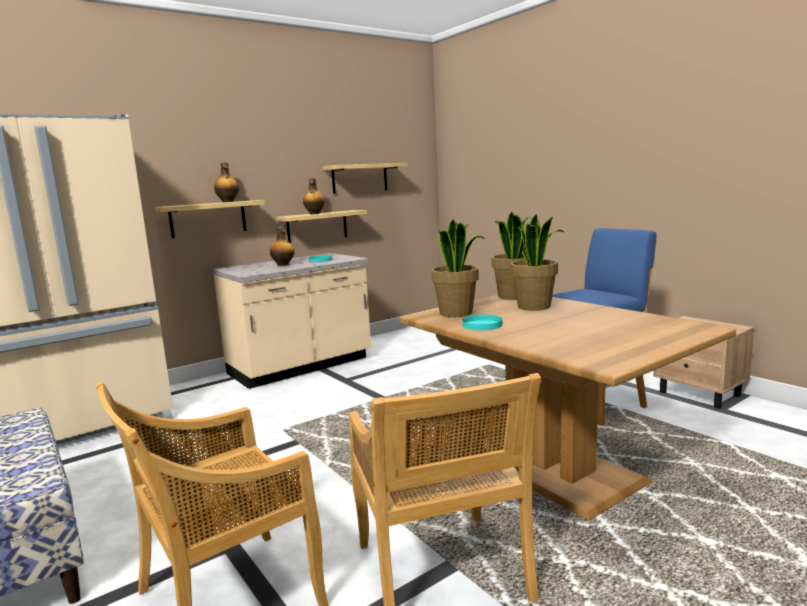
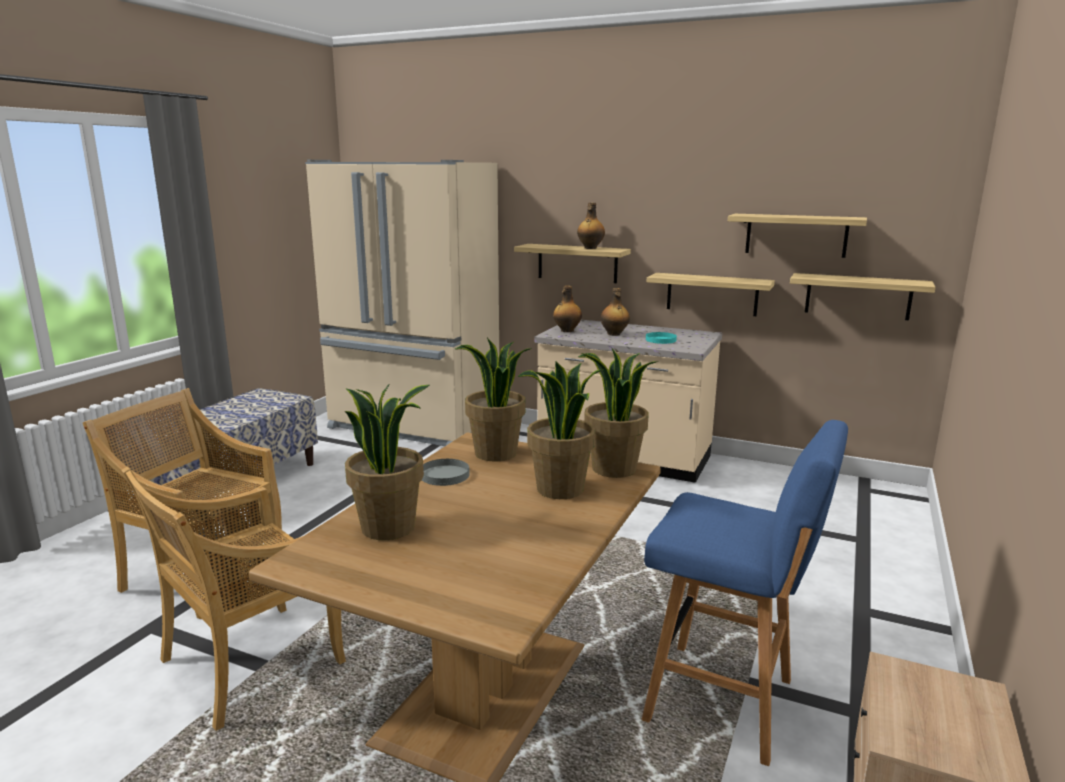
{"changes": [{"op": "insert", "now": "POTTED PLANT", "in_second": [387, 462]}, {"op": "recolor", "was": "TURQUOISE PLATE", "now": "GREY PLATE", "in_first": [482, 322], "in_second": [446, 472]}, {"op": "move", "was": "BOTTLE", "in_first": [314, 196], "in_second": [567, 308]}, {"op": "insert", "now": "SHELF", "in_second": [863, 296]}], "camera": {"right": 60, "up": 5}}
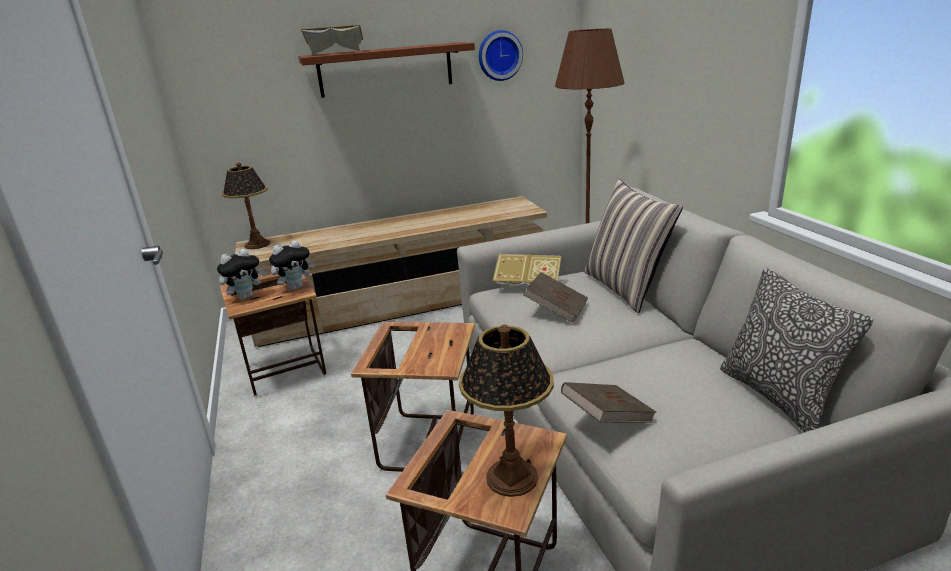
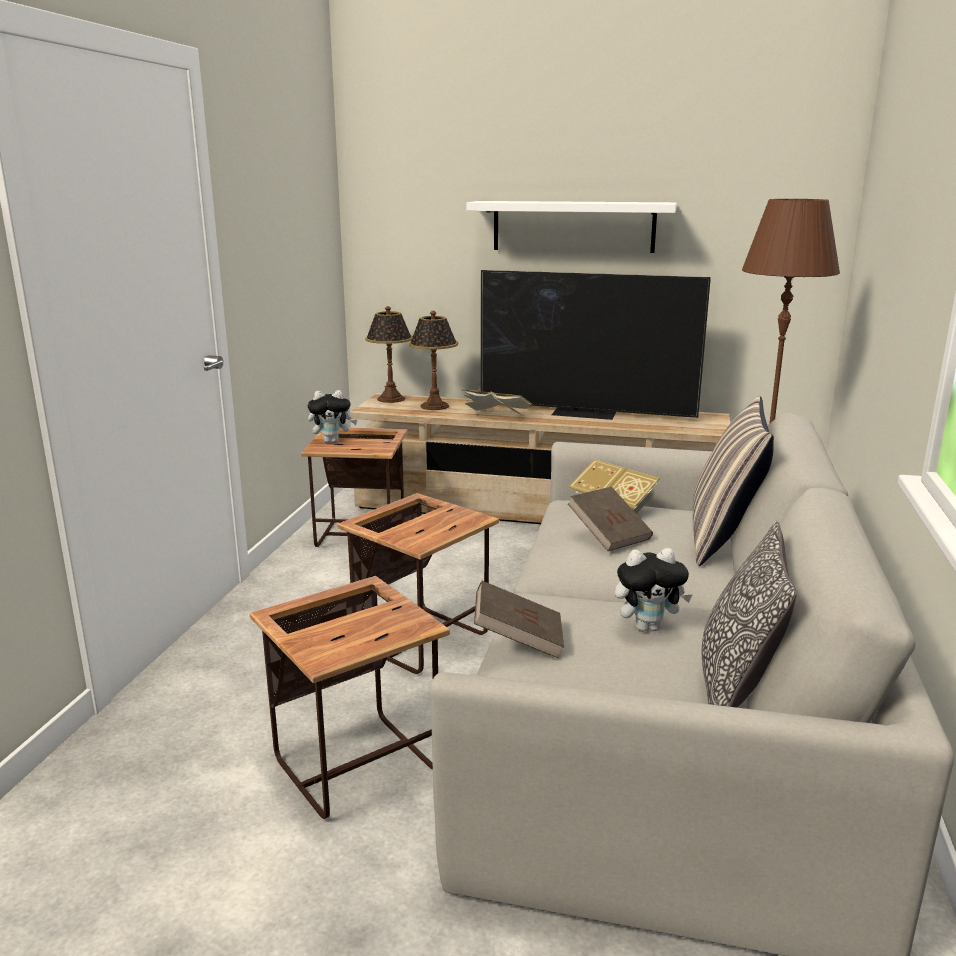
{"changes": [{"op": "move", "was": "TABLE LAMP", "in_first": [506, 410], "in_second": [433, 360]}, {"op": "move", "was": "BOOK", "in_first": [332, 39], "in_second": [497, 402]}, {"op": "recolor", "was": "BROWN SHELF", "now": "WHITE SHELF", "in_first": [386, 70], "in_second": [571, 227]}, {"op": "insert", "now": "TELEVISION", "in_second": [596, 345]}, {"op": "move", "was": "PLUSH TOY", "in_first": [292, 265], "in_second": [653, 589]}, {"op": "delete", "was": "WALL CLOCK", "in_first": [501, 55]}], "camera": {"right": 30, "up": -5}}
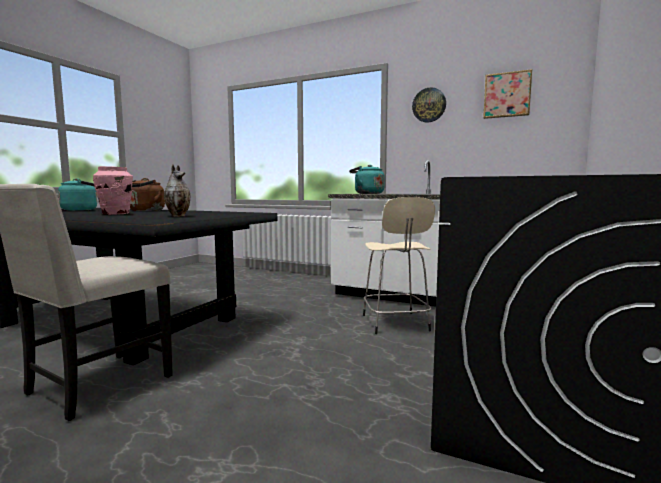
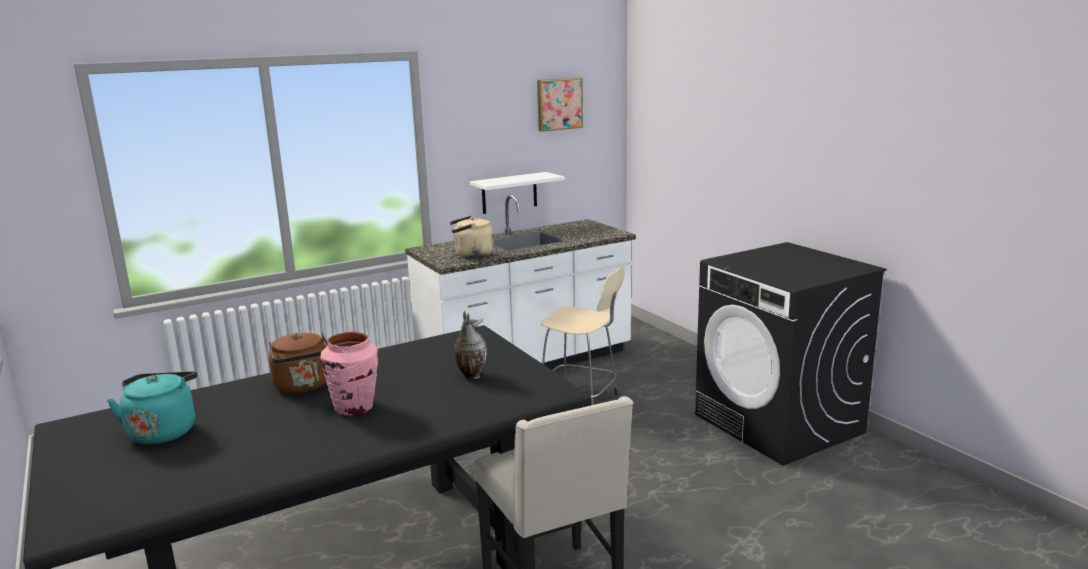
{"changes": [{"op": "recolor", "was": "TURQUOISE KETTLE", "now": "BEIGE KETTLE", "in_first": [367, 179], "in_second": [472, 237]}, {"op": "insert", "now": "WHITE SHELF", "in_second": [517, 193]}, {"op": "delete", "was": "WALL CLOCK", "in_first": [429, 105]}], "camera": {"right": -55, "up": 10}}
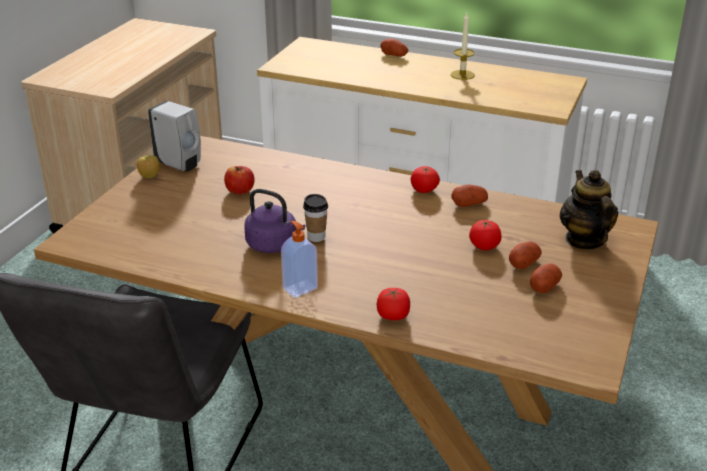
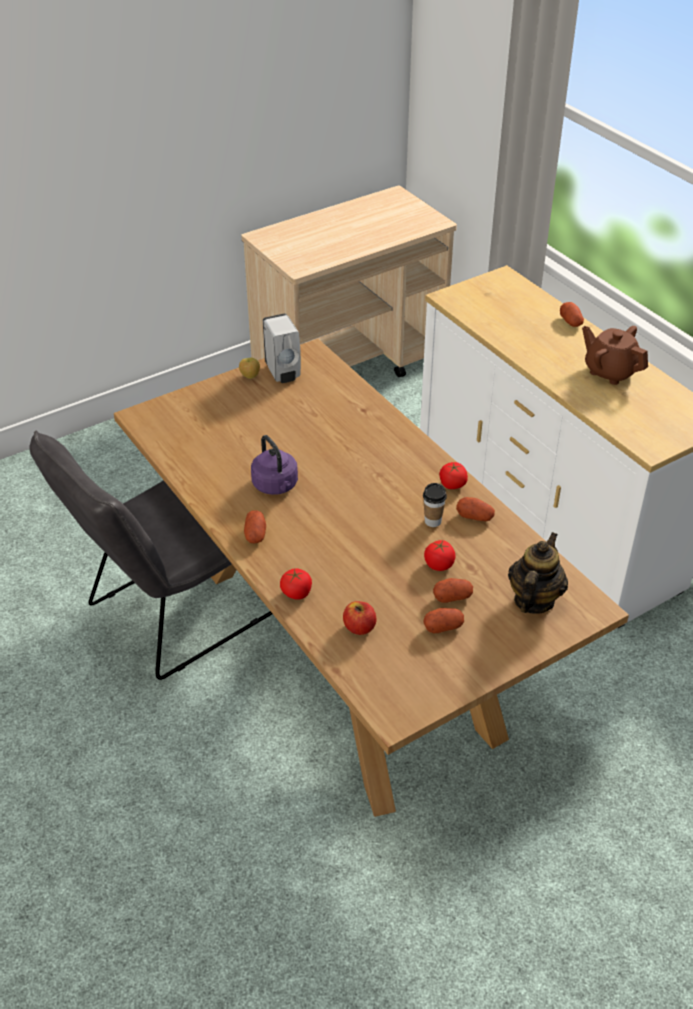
{"changes": [{"op": "replace", "was": "SOAP DISPENSER", "now": "POTATO", "in_first": [299, 259], "in_second": [255, 527]}, {"op": "move", "was": "APPLE", "in_first": [239, 180], "in_second": [360, 618]}, {"op": "move", "was": "CUP", "in_first": [315, 218], "in_second": [435, 505]}, {"op": "replace", "was": "CANDLE", "now": "BROWN TEAPOT", "in_first": [463, 46], "in_second": [615, 355]}], "camera": {"right": 35, "up": 10}}
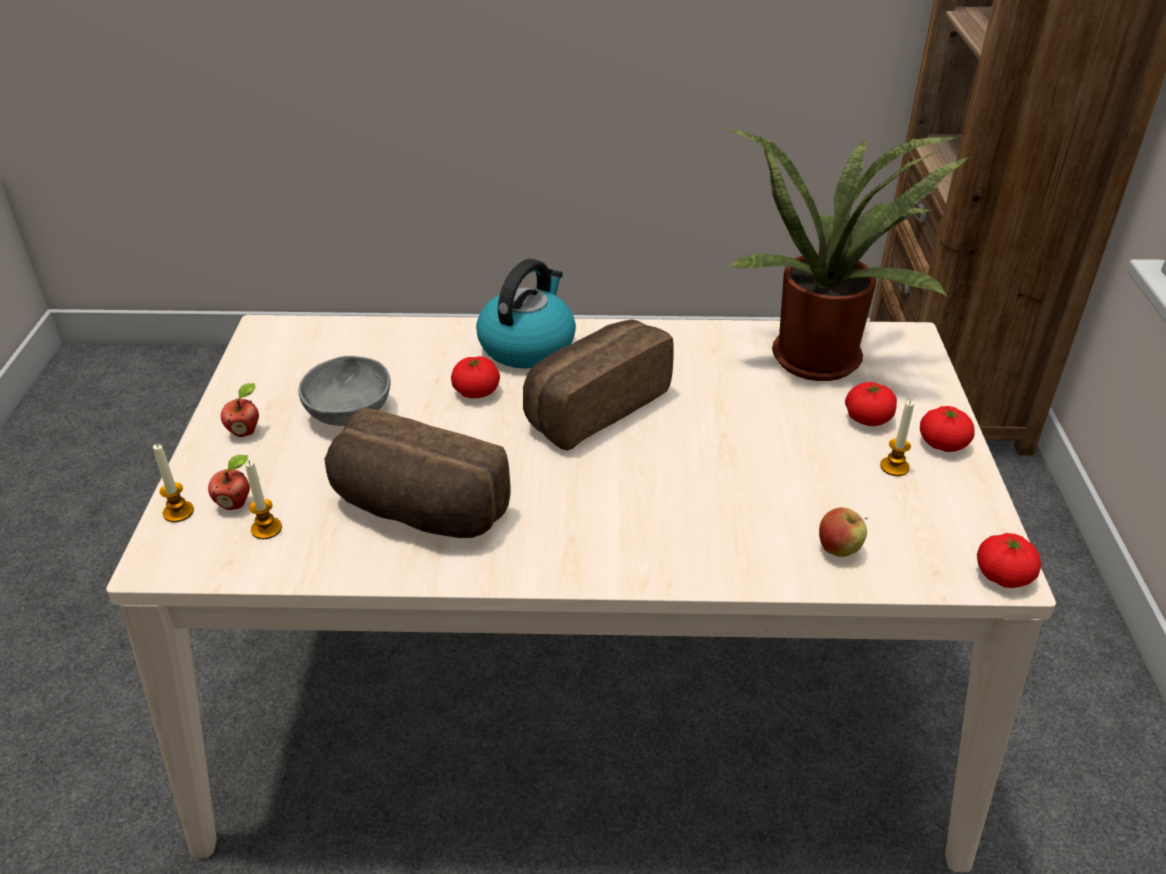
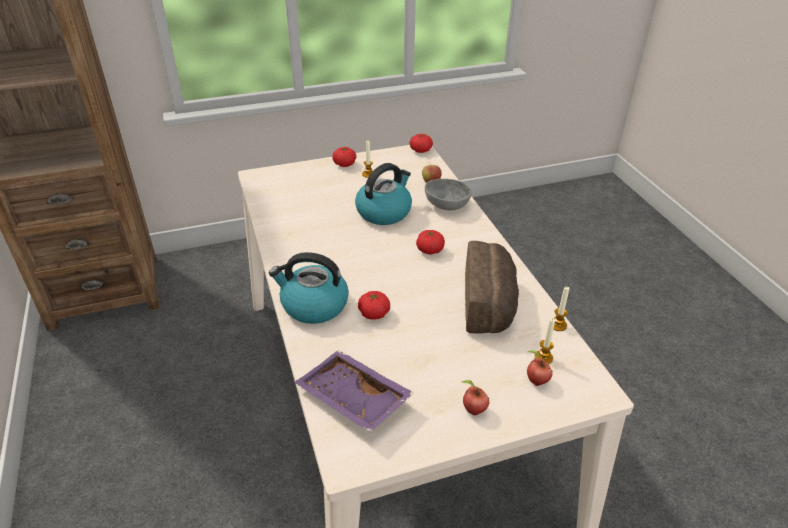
{"changes": [{"op": "insert", "now": "PURPLE TRAY", "in_second": [354, 391]}, {"op": "insert", "now": "KETTLE", "in_second": [383, 194]}, {"op": "move", "was": "TOMATO", "in_first": [871, 404], "in_second": [430, 242]}, {"op": "move", "was": "GREY BOWL", "in_first": [344, 391], "in_second": [448, 194]}, {"op": "move", "was": "CANDLE", "in_first": [173, 483], "in_second": [561, 309]}, {"op": "delete", "was": "BREAD", "in_first": [598, 385]}, {"op": "delete", "was": "POTTED PLANT", "in_first": [847, 254]}], "camera": {"right": -110, "up": 0}}
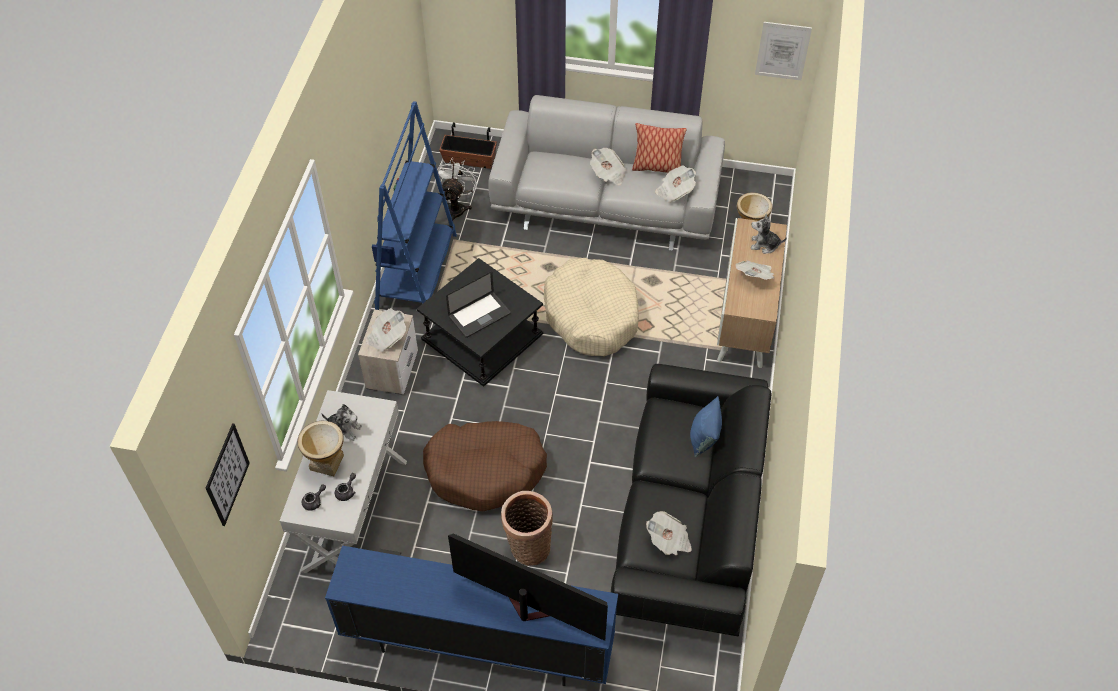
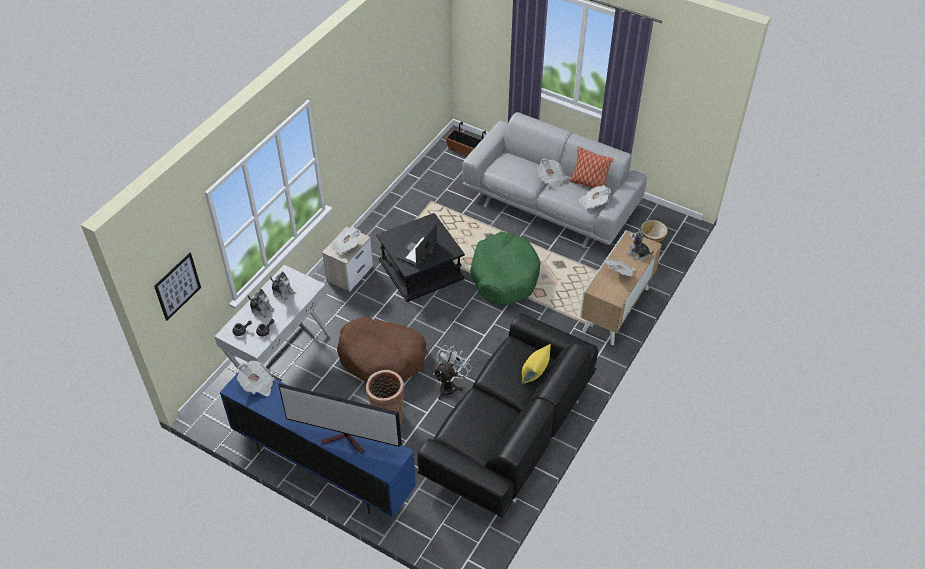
{"changes": [{"op": "move", "was": "NEWSPAPER", "in_first": [669, 533], "in_second": [256, 378]}, {"op": "replace", "was": "VASE", "now": "PLUSH TOY", "in_first": [321, 448], "in_second": [260, 303]}, {"op": "rotate", "was": "TELEVISION", "in_first": [528, 587], "in_second": [340, 418], "clockwise": 150}, {"op": "rotate", "was": "LAPTOP", "in_first": [478, 305], "in_second": [416, 245], "clockwise": 135}, {"op": "move", "was": "WHITE FAN", "in_first": [458, 189], "in_second": [452, 372]}, {"op": "recolor", "was": "BEIGE DOG BED", "now": "GREEN DOG BED", "in_first": [591, 307], "in_second": [505, 268]}, {"op": "recolor", "was": "BLUE PILLOW", "now": "YELLOW PILLOW", "in_first": [706, 426], "in_second": [536, 364]}, {"op": "delete", "was": "BLUE BOOKCASE", "in_first": [414, 205]}, {"op": "delete", "was": "PICTURE", "in_first": [783, 51]}], "camera": {"right": 20, "up": -5}}
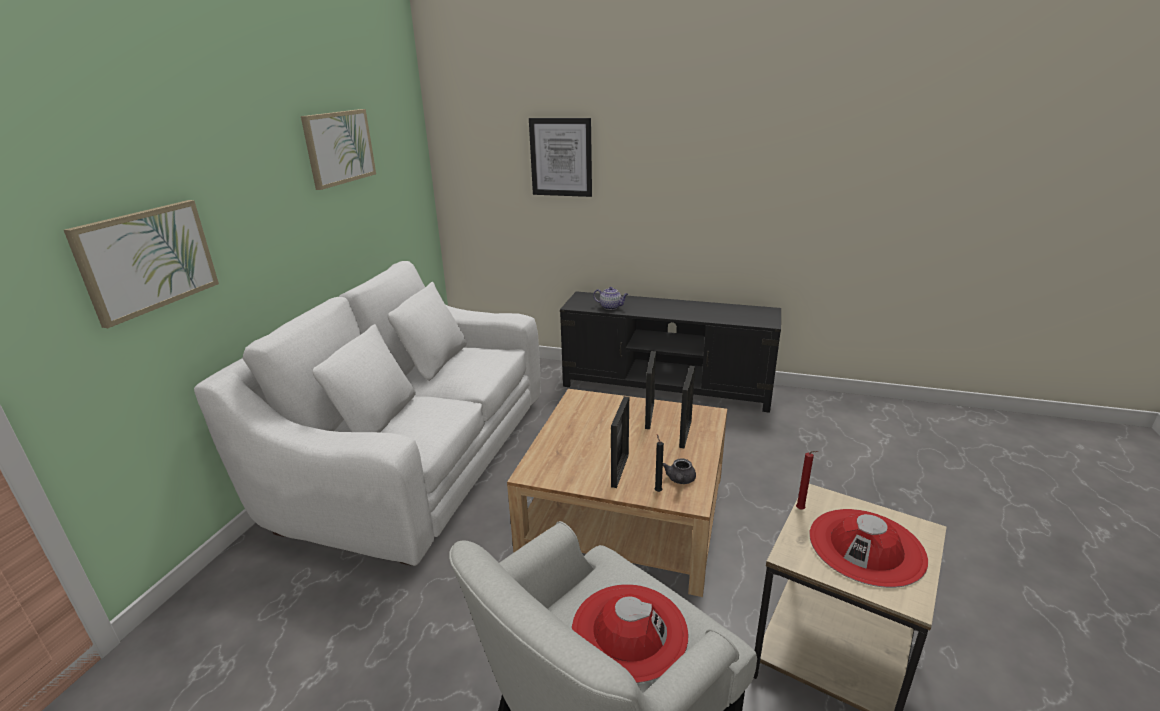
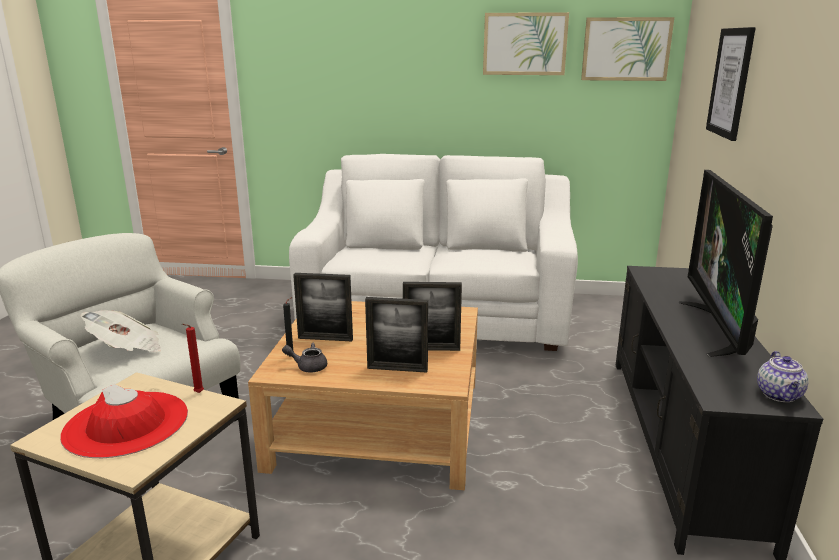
{"changes": [{"op": "replace", "was": "RED HAT", "now": "NEWSPAPER", "in_first": [630, 633], "in_second": [120, 331]}, {"op": "move", "was": "PICTURE", "in_first": [141, 264], "in_second": [627, 49]}, {"op": "insert", "now": "TELEVISION", "in_second": [726, 263]}, {"op": "move", "was": "TEAPOT", "in_first": [610, 298], "in_second": [783, 376]}], "camera": {"right": 80, "up": -5}}
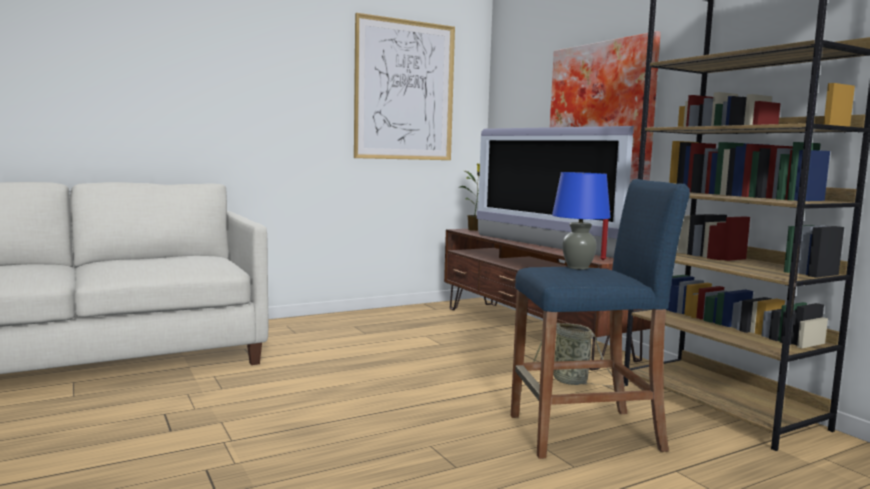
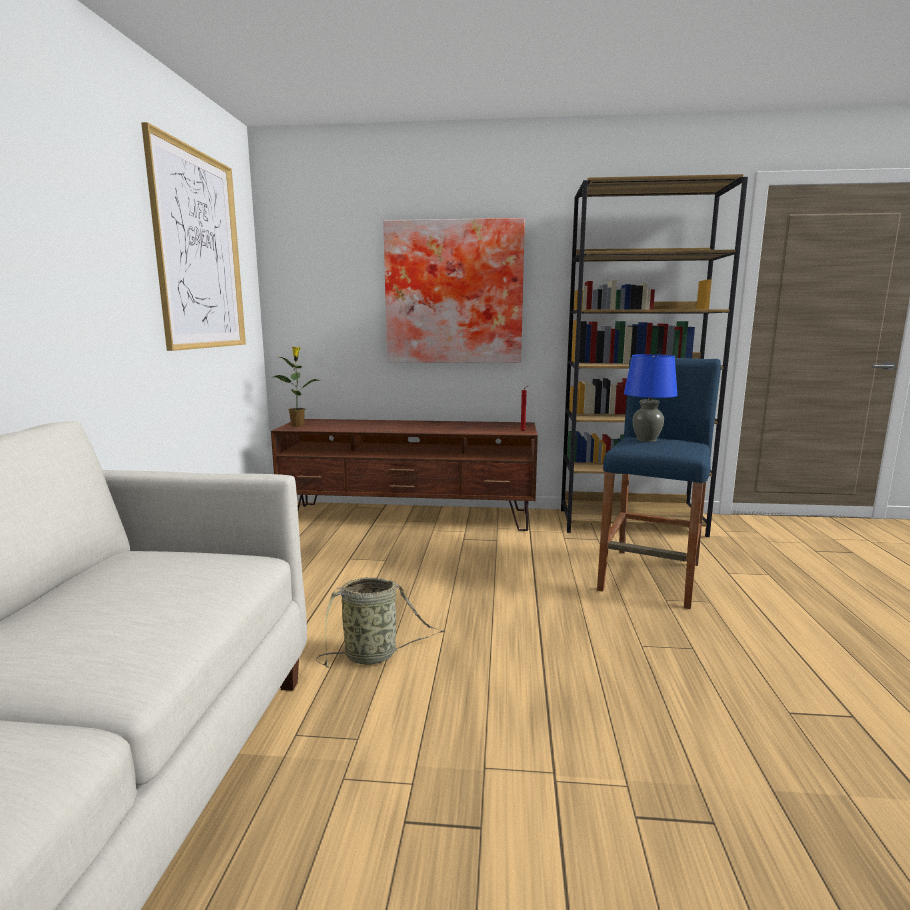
{"changes": [{"op": "move", "was": "BASKET", "in_first": [579, 355], "in_second": [380, 622]}, {"op": "delete", "was": "TELEVISION", "in_first": [555, 192]}], "camera": {"right": -55, "up": 5}}
